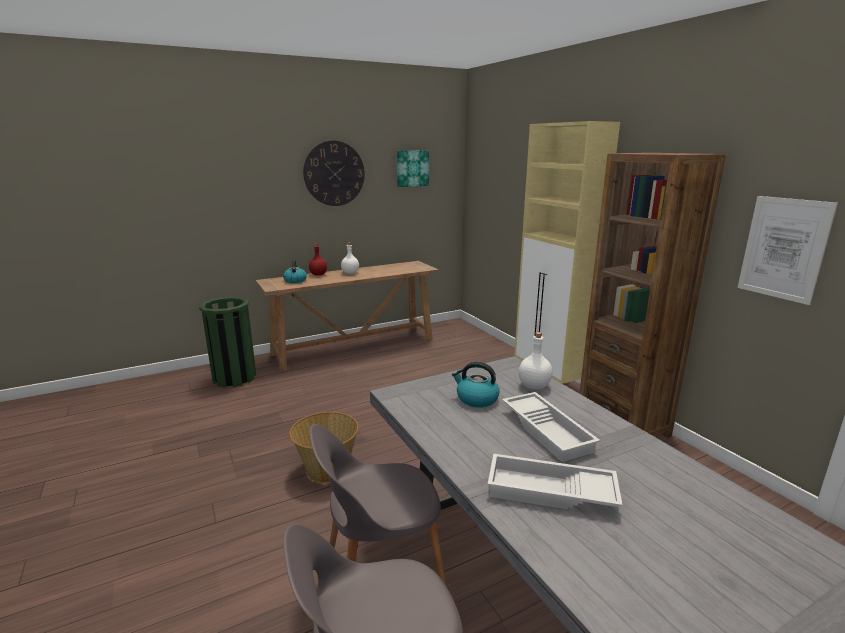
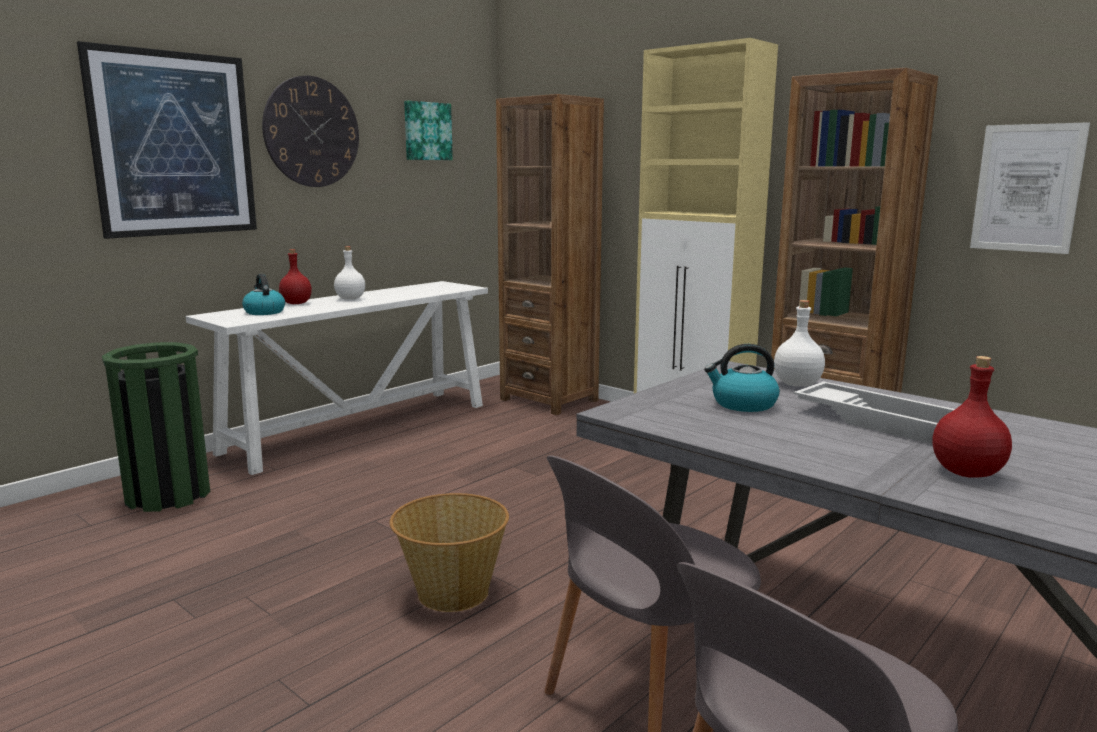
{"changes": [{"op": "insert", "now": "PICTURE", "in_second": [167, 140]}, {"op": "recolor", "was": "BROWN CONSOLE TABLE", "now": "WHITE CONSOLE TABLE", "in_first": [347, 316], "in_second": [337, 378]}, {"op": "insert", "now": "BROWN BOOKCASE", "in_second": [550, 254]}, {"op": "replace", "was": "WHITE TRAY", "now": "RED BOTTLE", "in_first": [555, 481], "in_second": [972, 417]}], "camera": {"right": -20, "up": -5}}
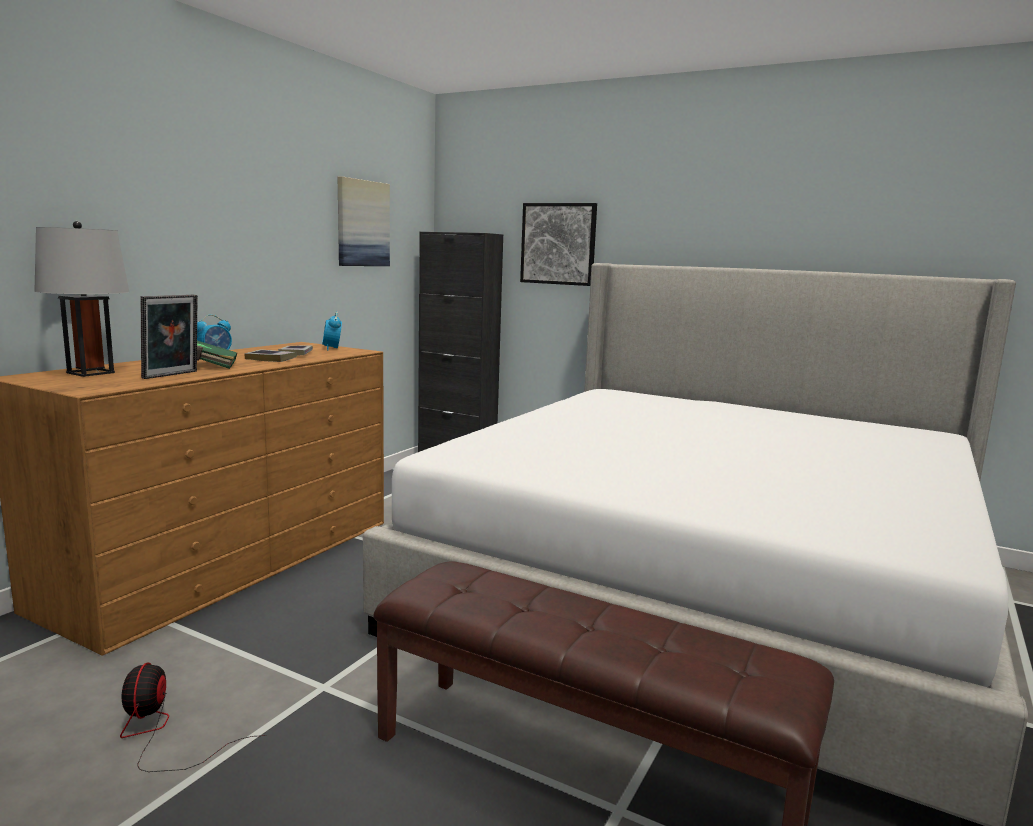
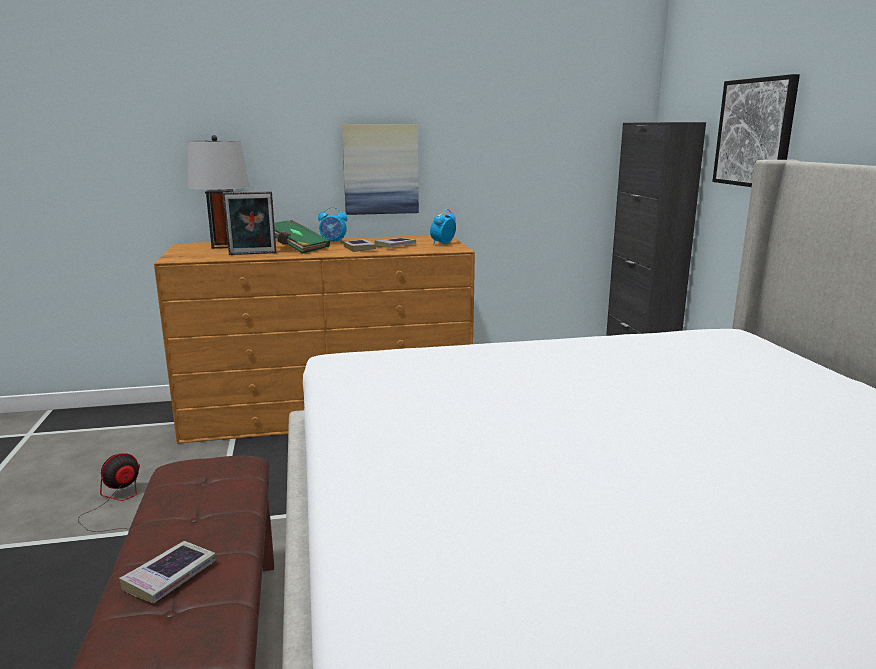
{"changes": [{"op": "insert", "now": "BOOK", "in_second": [168, 572]}, {"op": "move", "was": "PICTURE", "in_first": [364, 221], "in_second": [380, 169]}], "camera": {"right": 50, "up": 5}}
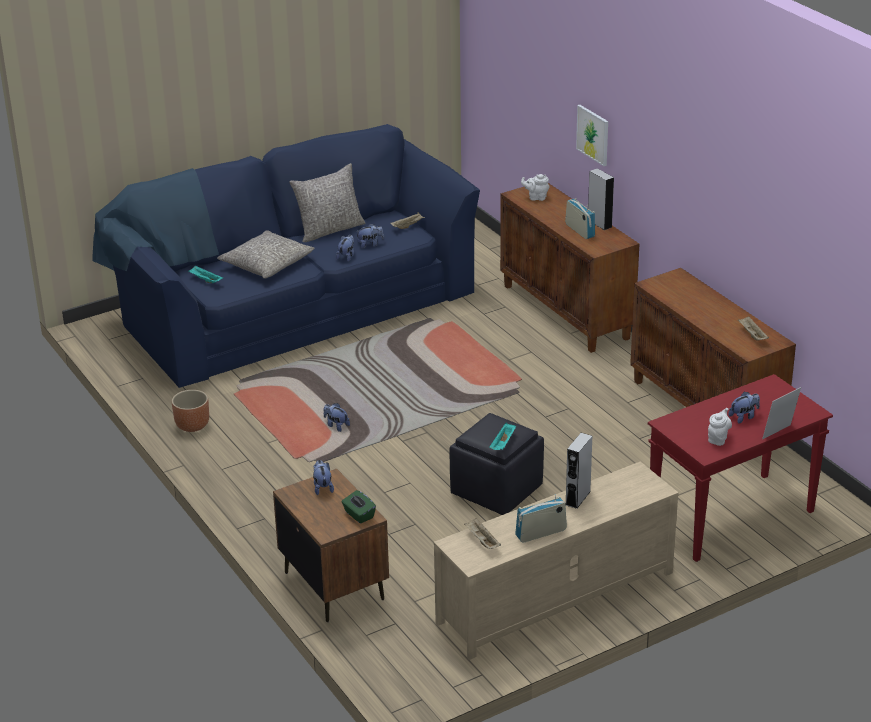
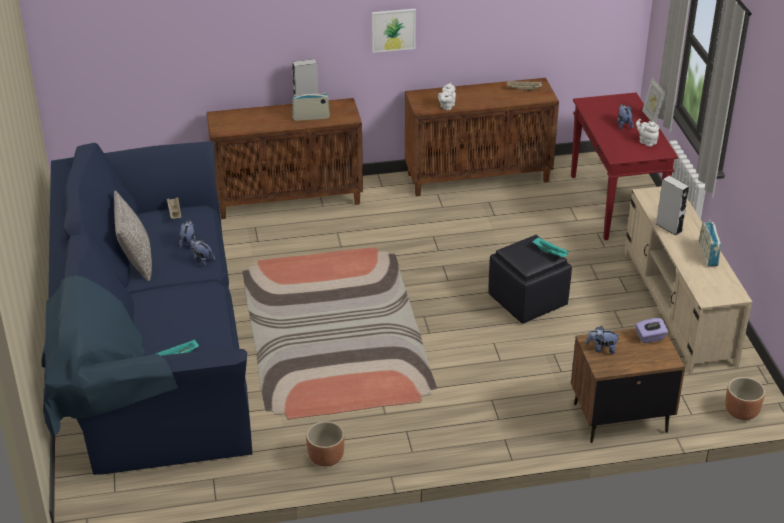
{"changes": [{"op": "move", "was": "PICTURE", "in_first": [592, 135], "in_second": [394, 31]}, {"op": "move", "was": "WHITE TEAPOT", "in_first": [535, 187], "in_second": [447, 96]}, {"op": "recolor", "was": "GREEN TISSUE BOX", "now": "PURPLE TISSUE BOX", "in_first": [359, 507], "in_second": [652, 330]}, {"op": "insert", "now": "BROWN PLANTER", "in_second": [745, 398]}, {"op": "delete", "was": "GREY PILLOW", "in_first": [266, 254]}, {"op": "delete", "was": "PLUSH TOY", "in_first": [337, 417]}, {"op": "delete", "was": "BEIGE TRAY", "in_first": [482, 533]}], "camera": {"right": -70, "up": 5}}
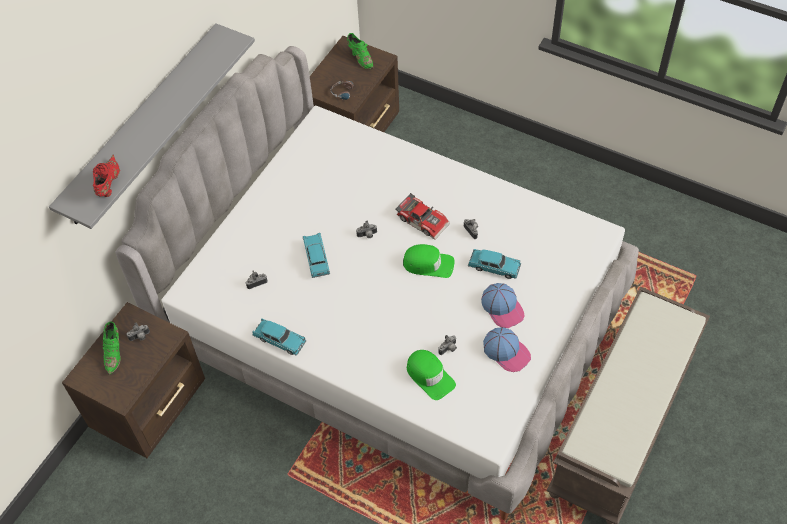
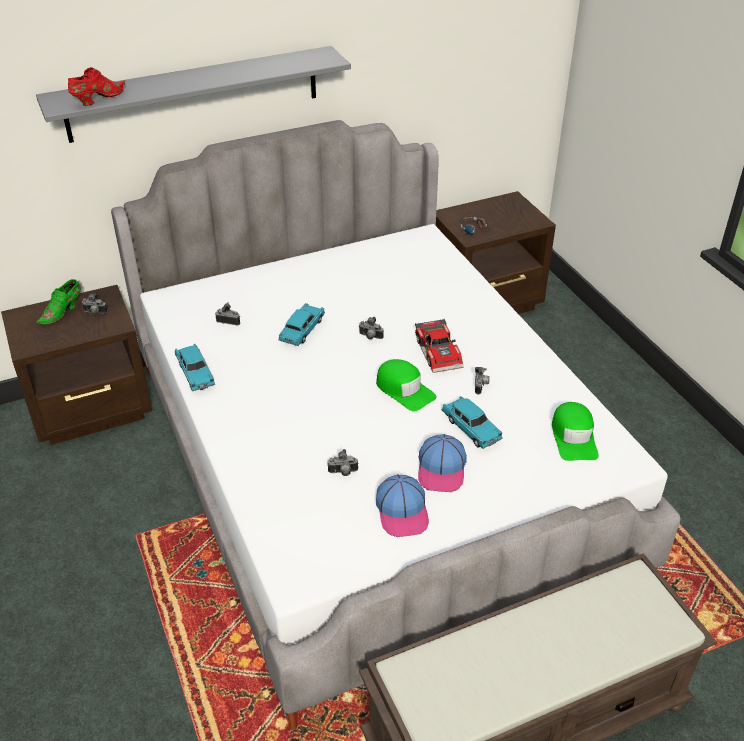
{"changes": [{"op": "move", "was": "GREEN CAP", "in_first": [431, 375], "in_second": [575, 431]}, {"op": "delete", "was": "GREEN SHOE", "in_first": [360, 51]}], "camera": {"right": 35, "up": -15}}
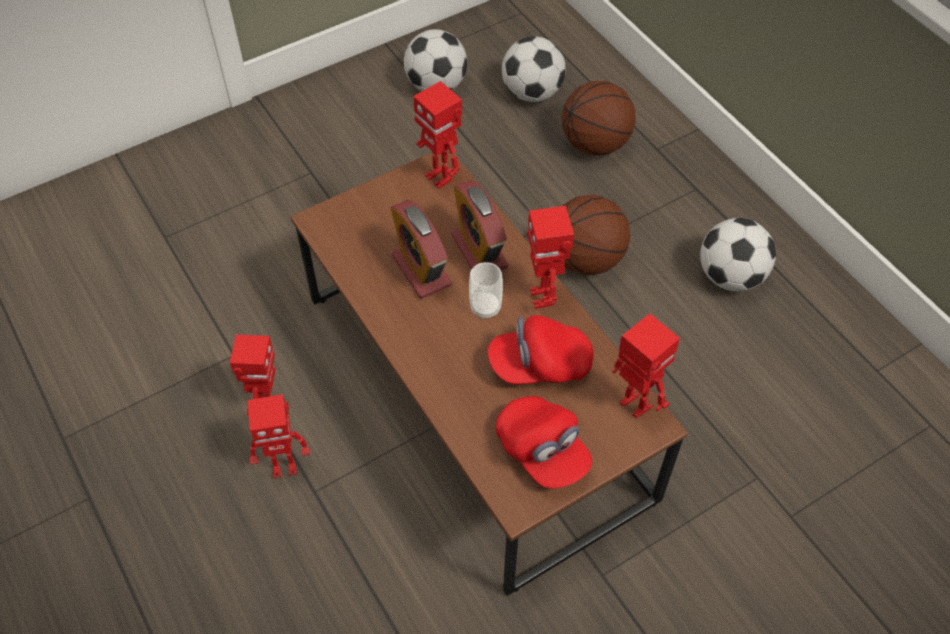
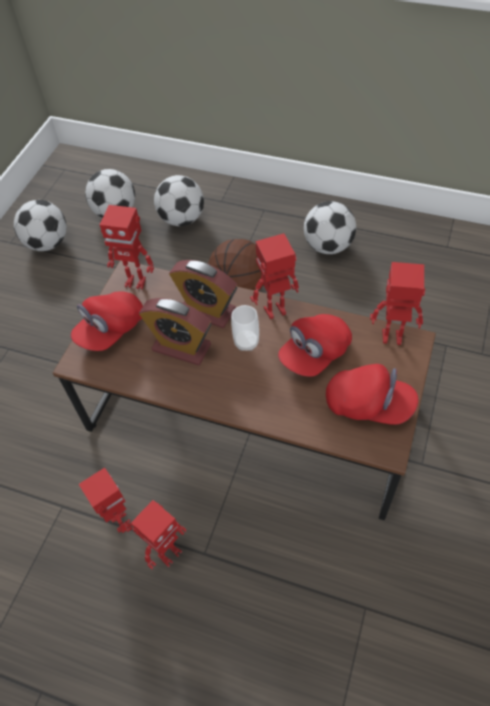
{"changes": [{"op": "insert", "now": "RED CAP", "in_second": [107, 321]}, {"op": "replace", "was": "BASKETBALL", "now": "FOOTBALL", "in_first": [598, 118], "in_second": [179, 200]}, {"op": "rotate", "was": "TOY ROBOT", "in_first": [550, 257], "in_second": [274, 276], "clockwise": 120}], "camera": {"right": -35, "up": 0}}
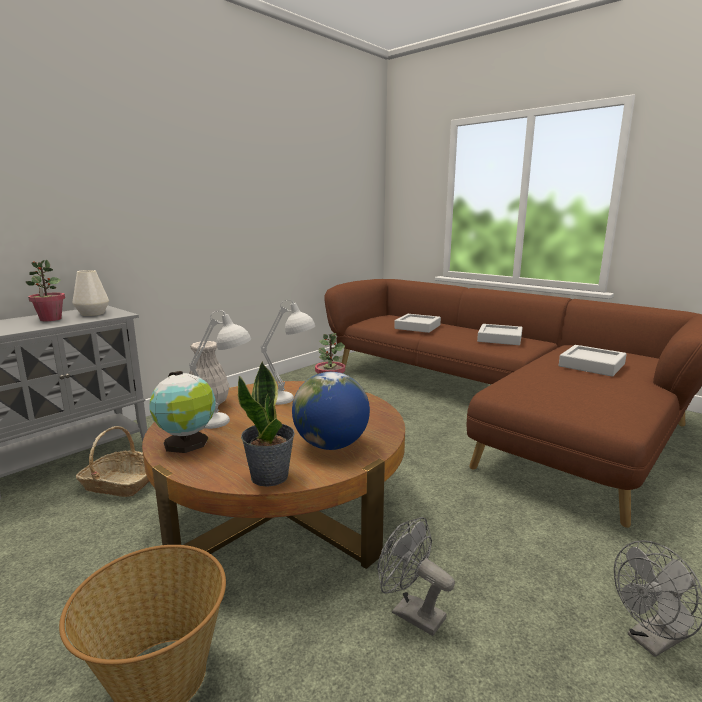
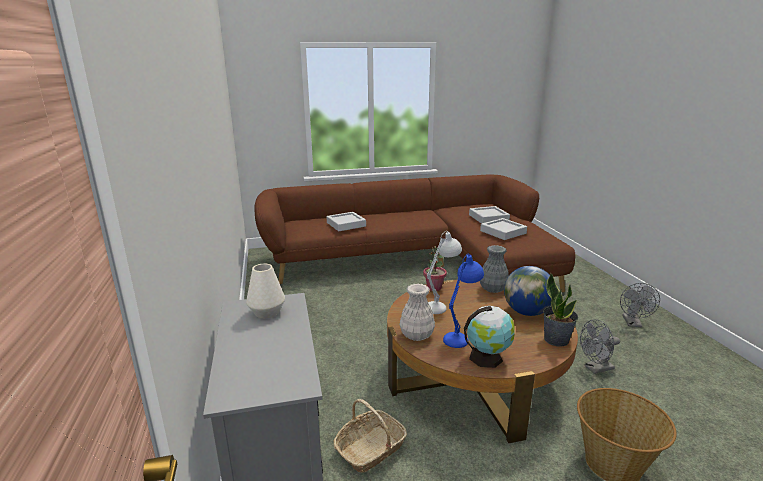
{"changes": [{"op": "recolor", "was": "WHITE TABLE LAMP", "now": "BLUE TABLE LAMP", "in_first": [220, 370], "in_second": [463, 301]}, {"op": "move", "was": "GREY TRAY", "in_first": [500, 334], "in_second": [503, 229]}, {"op": "insert", "now": "GREY VASE", "in_second": [494, 269]}, {"op": "delete", "was": "POTTED PLANT", "in_first": [45, 290]}], "camera": {"right": -55, "up": 5}}
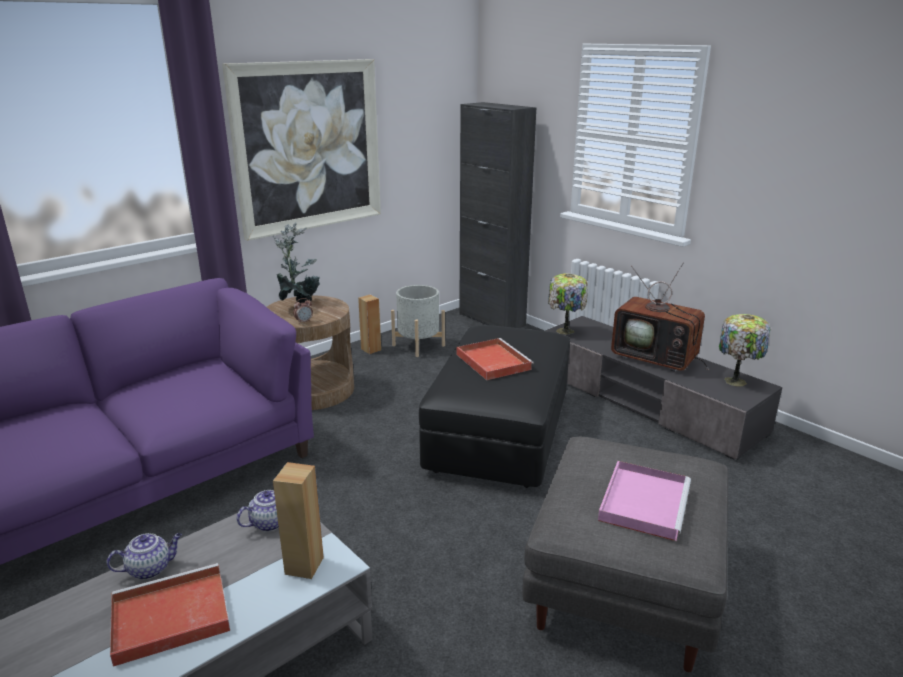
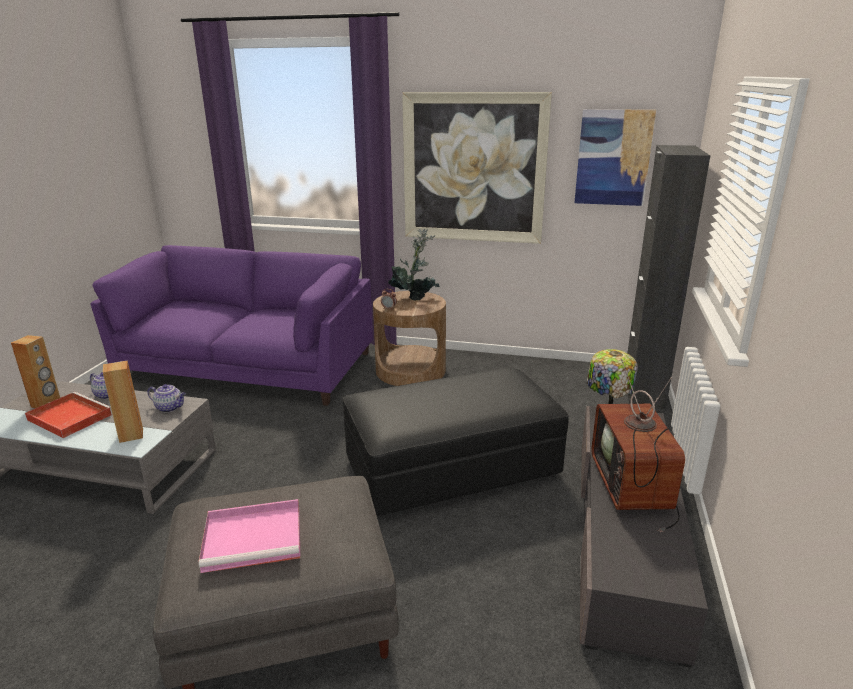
{"changes": [{"op": "move", "was": "BROWN SPEAKER", "in_first": [369, 324], "in_second": [35, 371]}, {"op": "insert", "now": "PICTURE", "in_second": [615, 157]}, {"op": "delete", "was": "GREY PLANTER", "in_first": [418, 321]}, {"op": "delete", "was": "RED TRAY", "in_first": [495, 359]}, {"op": "delete", "was": "TABLE LAMP", "in_first": [745, 350]}], "camera": {"right": 55, "up": 0}}
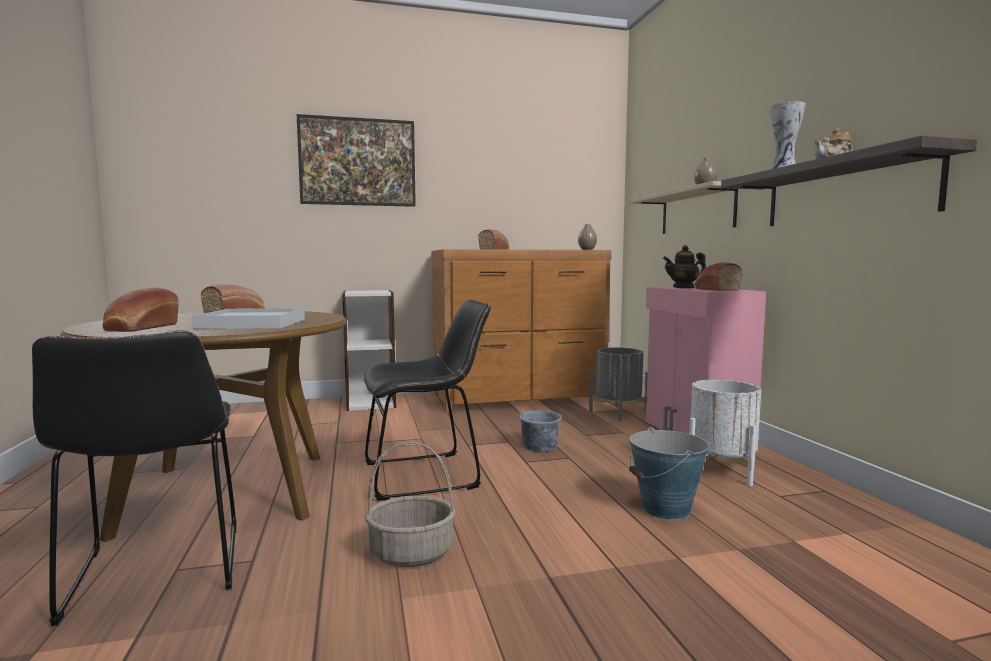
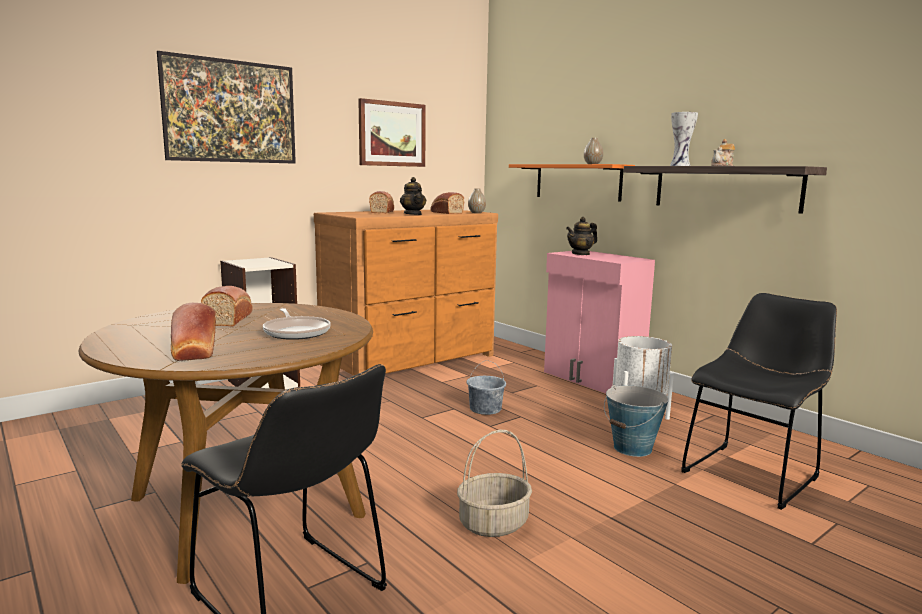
{"changes": [{"op": "replace", "was": "WHITE TRAY", "now": "FRYING PAN", "in_first": [248, 318], "in_second": [297, 324]}, {"op": "insert", "now": "PICTURE", "in_second": [392, 132]}, {"op": "insert", "now": "TEAPOT", "in_second": [413, 196]}, {"op": "move", "was": "BREAD", "in_first": [718, 276], "in_second": [447, 203]}, {"op": "recolor", "was": "BEIGE SHELF", "now": "ORANGE SHELF", "in_first": [683, 207], "in_second": [572, 183]}, {"op": "move", "was": "BLACK CHAIR", "in_first": [427, 400], "in_second": [759, 401]}, {"op": "delete", "was": "GREY PLANTER", "in_first": [618, 383]}], "camera": {"right": -25, "up": 5}}
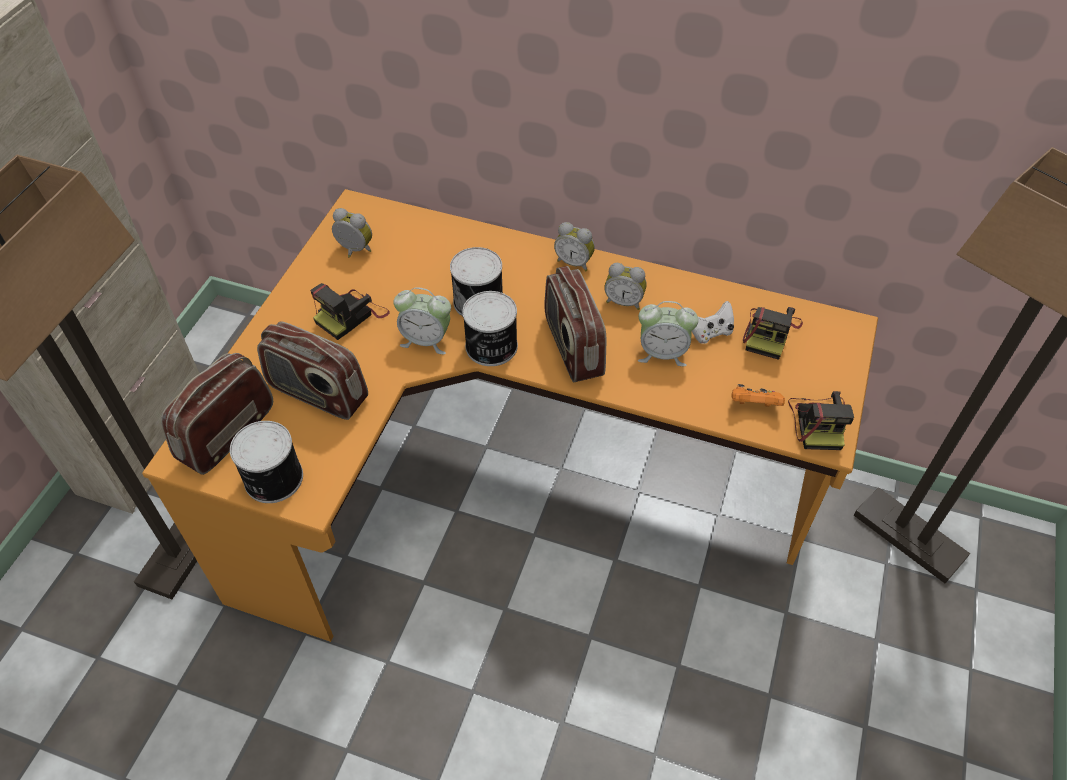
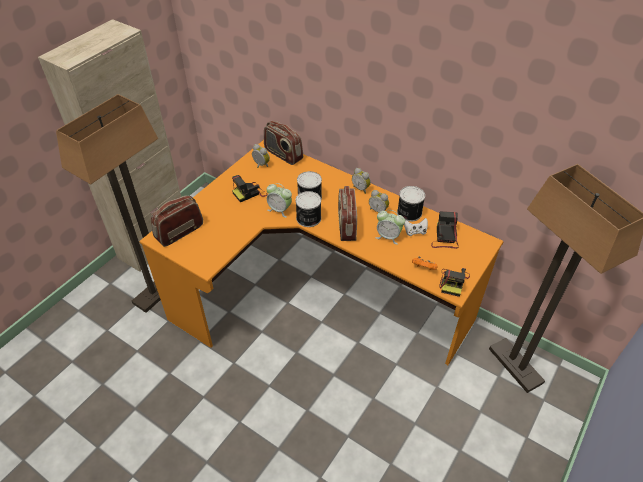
{"changes": [{"op": "move", "was": "RADIO", "in_first": [312, 371], "in_second": [283, 143]}, {"op": "move", "was": "CAN", "in_first": [266, 462], "in_second": [411, 204]}, {"op": "rotate", "was": "PHOTO CAMERA", "in_first": [773, 333], "in_second": [445, 230], "clockwise": 150}], "camera": {"right": 15, "up": -5}}
